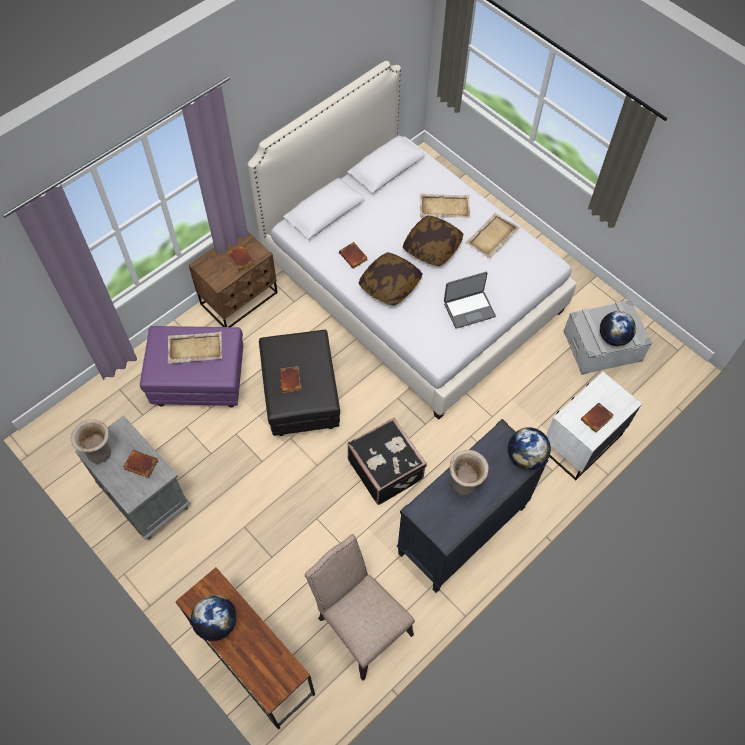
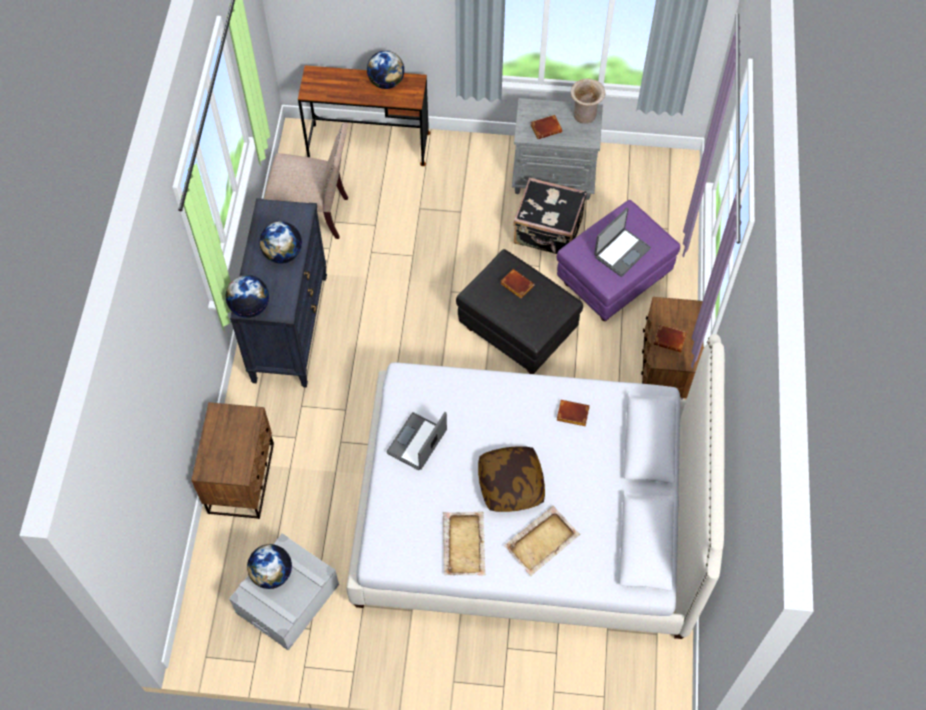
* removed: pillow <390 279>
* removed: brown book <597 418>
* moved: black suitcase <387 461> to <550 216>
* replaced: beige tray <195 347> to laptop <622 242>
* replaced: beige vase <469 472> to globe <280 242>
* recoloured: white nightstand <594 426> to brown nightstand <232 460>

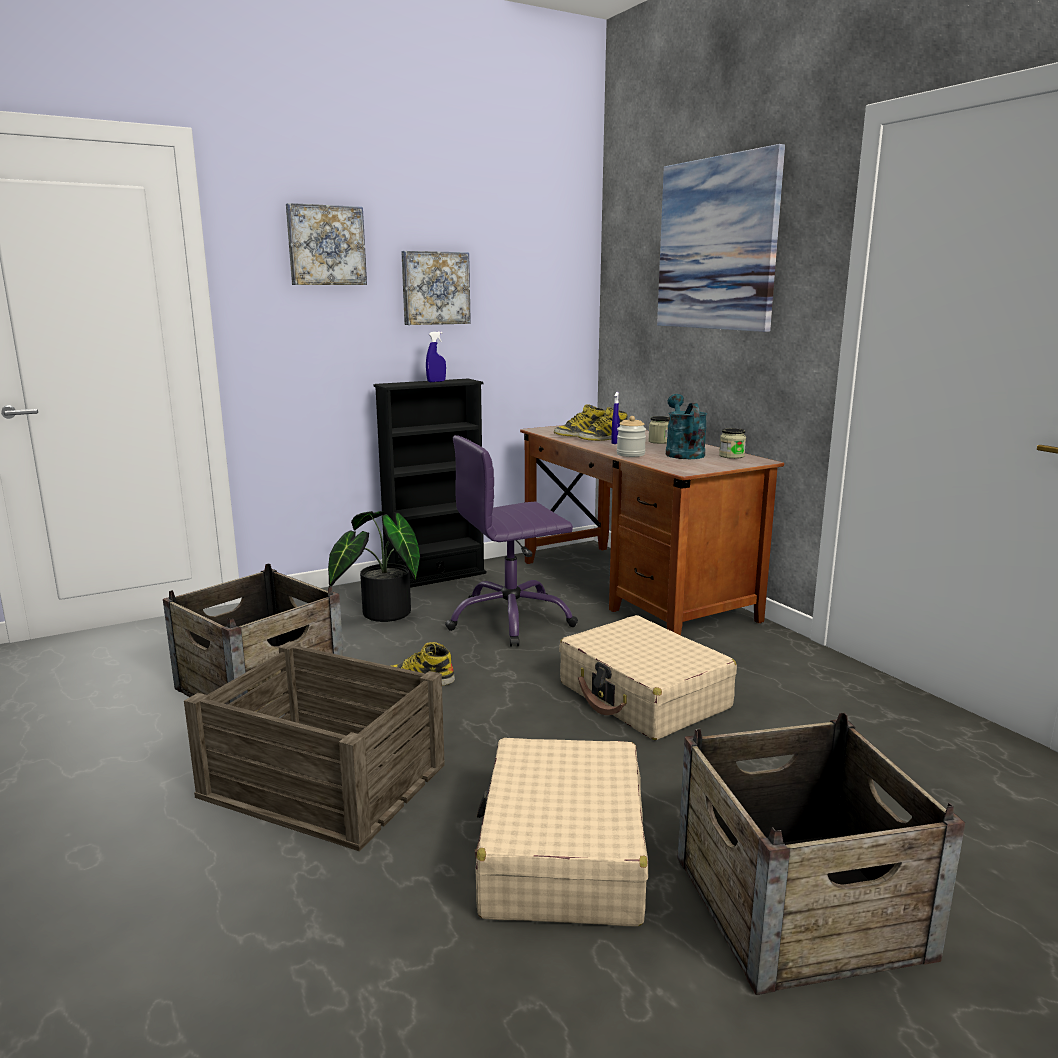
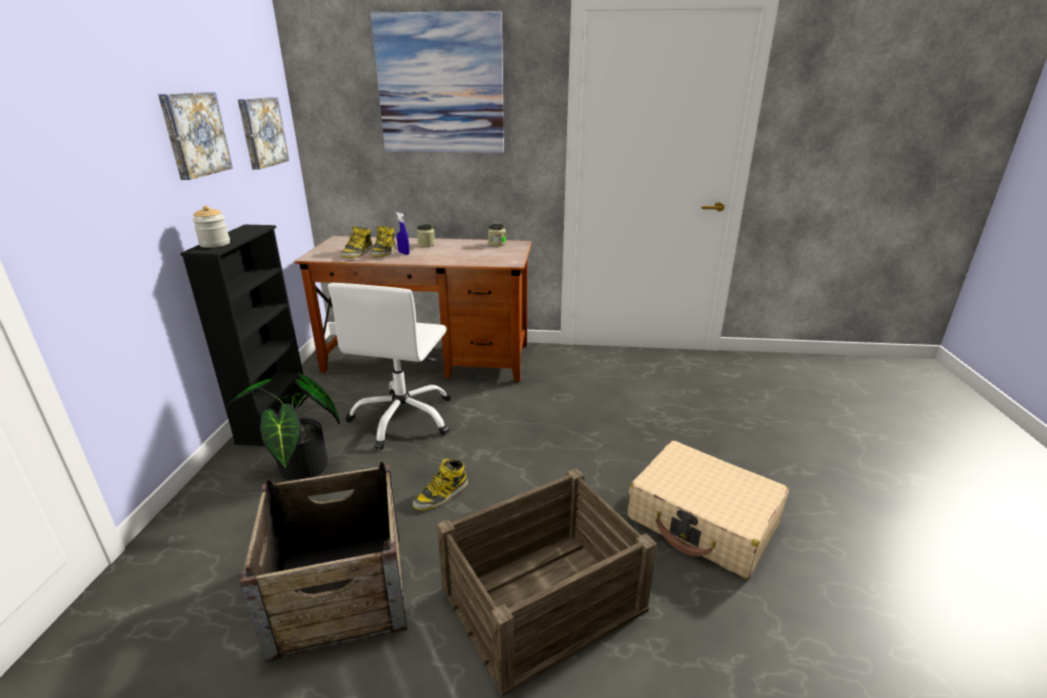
* removed: blue spray bottle <436 356>
* removed: beige suitcase <648 677>
* removed: turquoise watering can <686 426>
* removed: crate <821 854>
* moved: picture <326 244> to <263 133>
* moved: jar <631 436> to <211 226>
* recoloured: purple office chair <511 541> to white office chair <389 366>

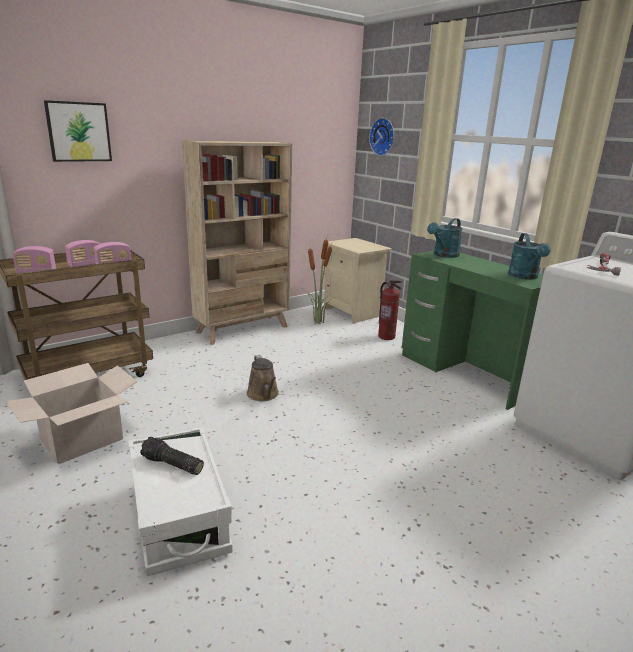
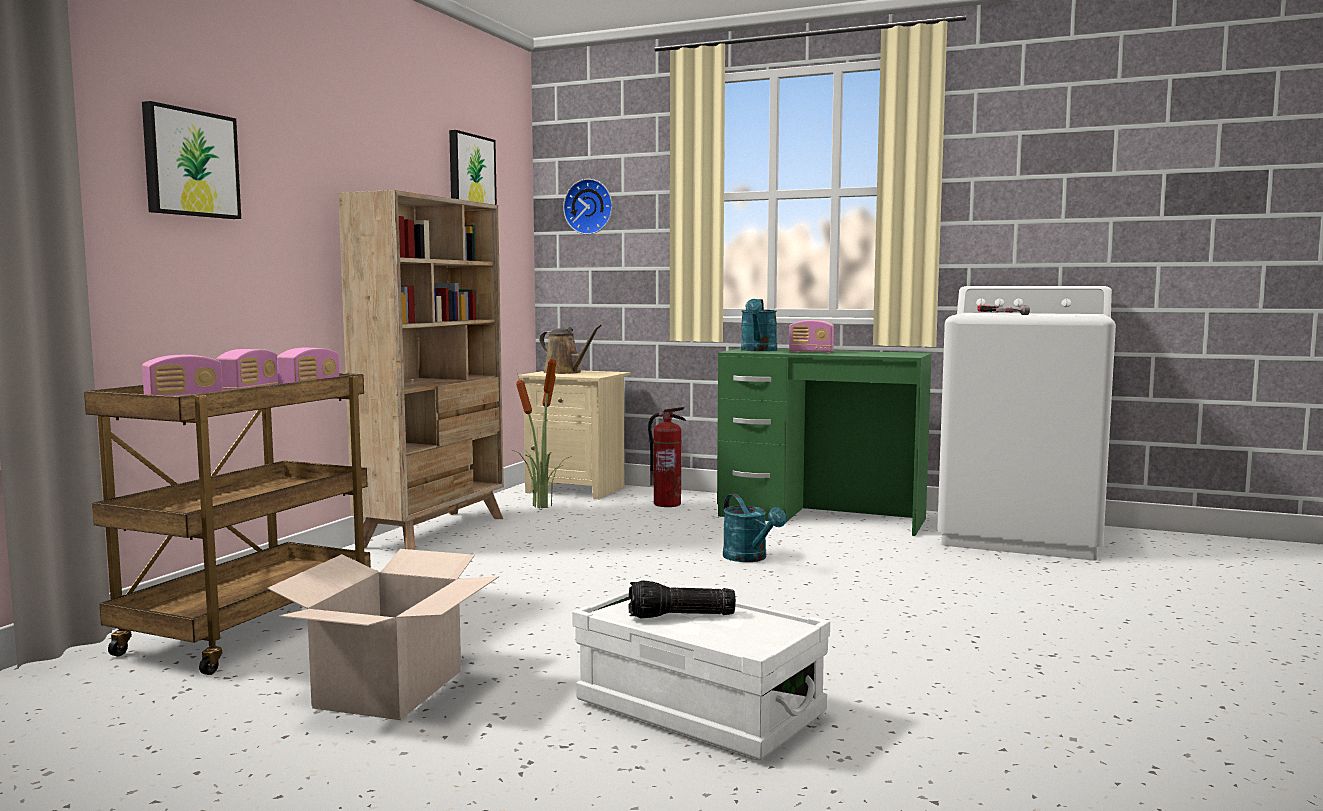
* added: picture <473 167>
* added: radio <811 336>
* moved: brown watering can <263 378> to <570 349>
* moved: turquoise watering can <529 256> to <754 528>

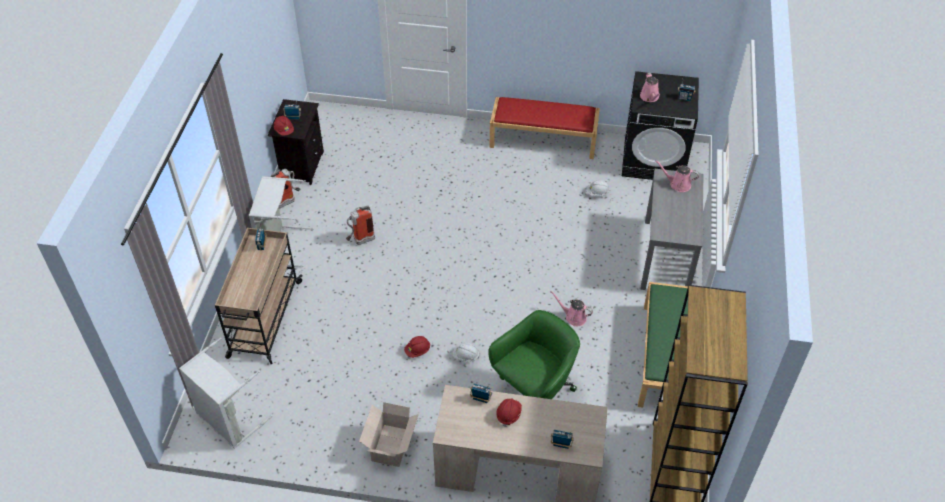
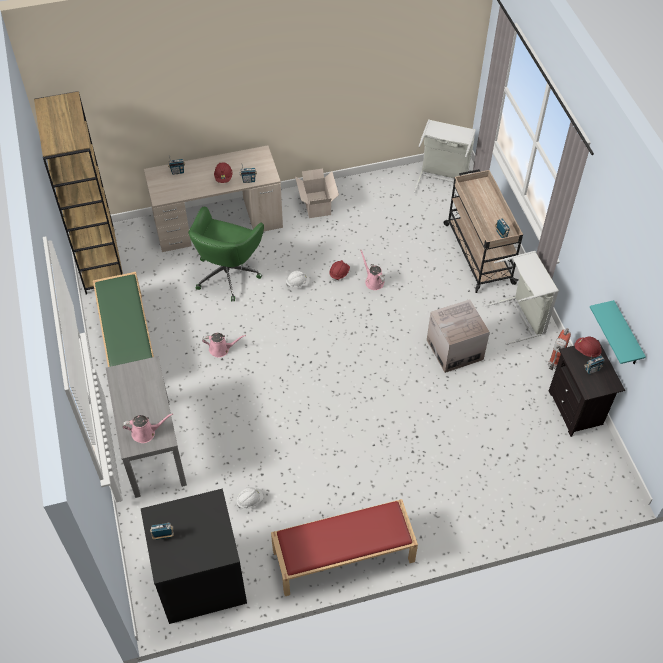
* added: turquoise shelf <618 332>
* moved: pink watering can <650 87> to <372 270>
* replaced: fire extinguisher <360 225> to cardboard box <458 336>

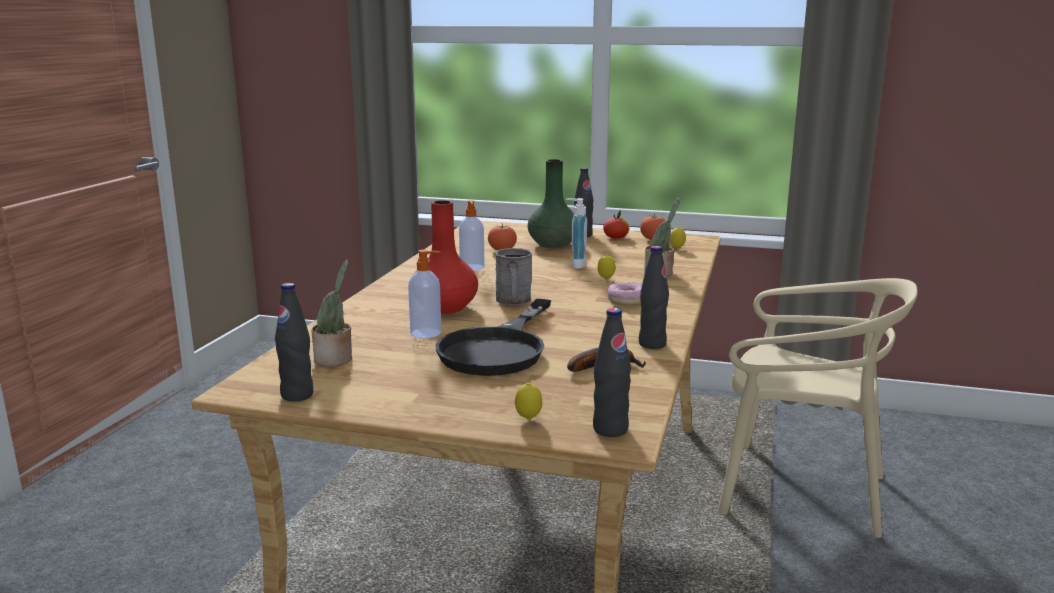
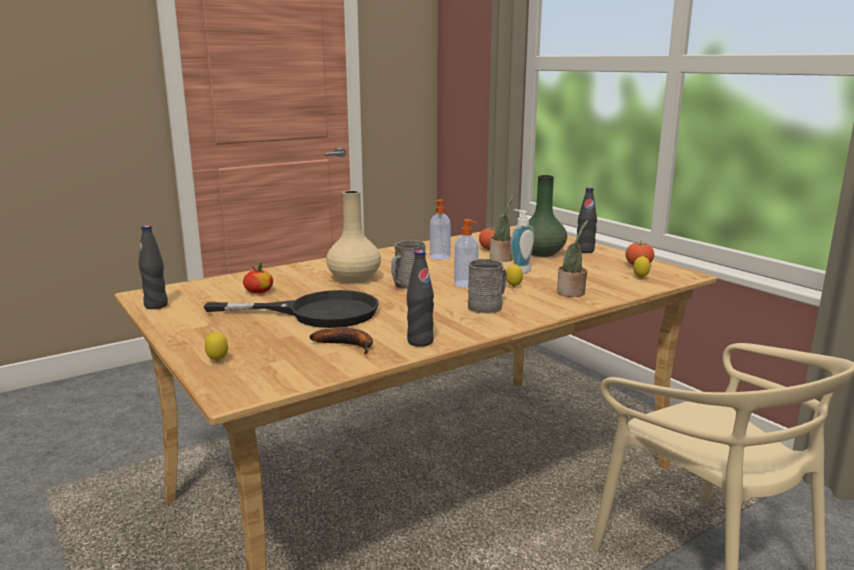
* removed: black bottle <612 372>
* moved: potted plant <331 312> to <502 228>
* moved: soap dispenser <424 294> to <466 253>
* moved: apple <616 225> to <258 278>
* replaced: donut <625 294> to grey mug <487 286>
* recoloured: red vase <446 257> to beige vase <353 237>
* turned: black frying pan <493 337> = <291 309> 150 degrees counterclockwise

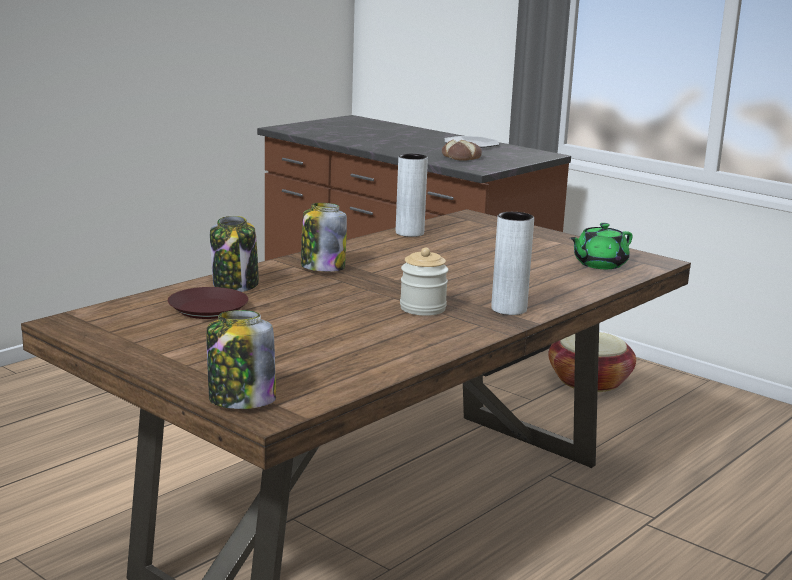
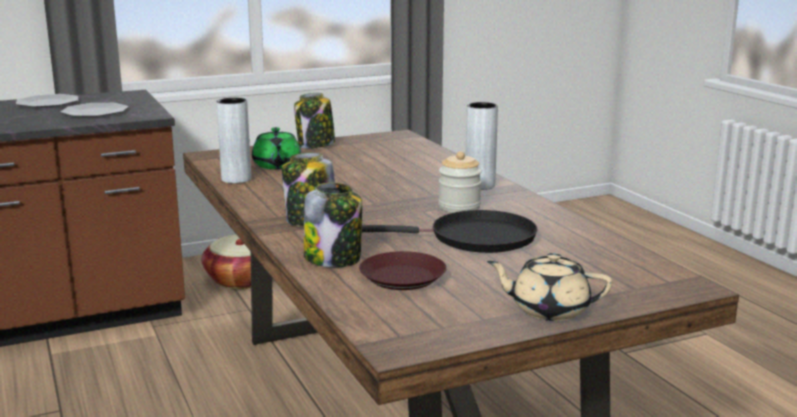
* added: black frying pan <450 231>
* added: beige teapot <549 287>
* moved: jar <241 359> to <314 121>
* moved: green teapot <601 246> to <276 148>
* replaced: bread <462 150> to plate <94 110>

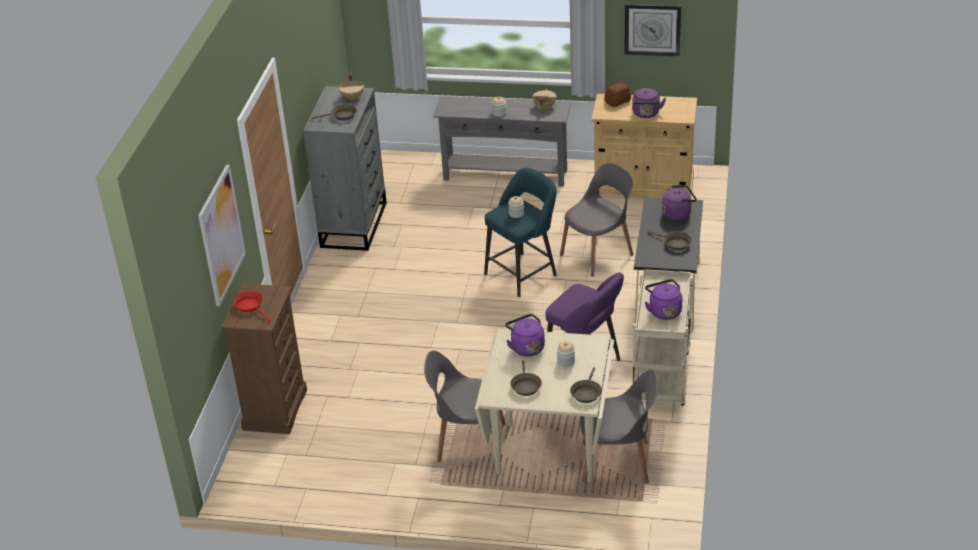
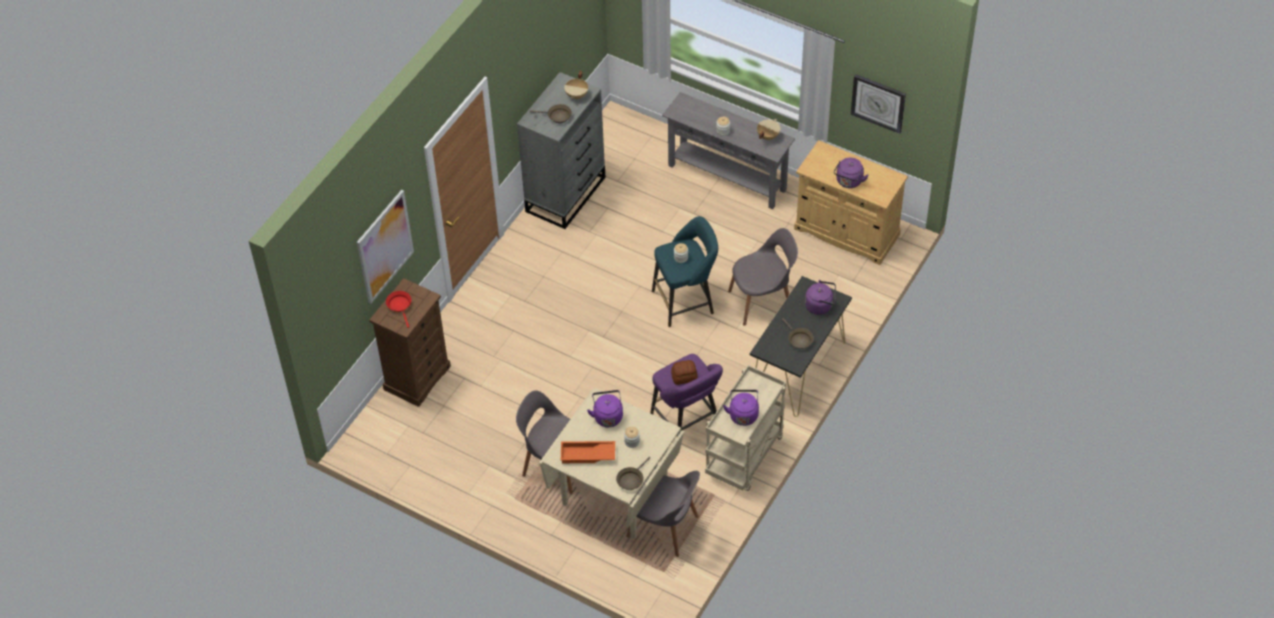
* moved: bread <617 94> to <684 372>
* replaced: brown frying pan <526 378> to orange tray <588 452>

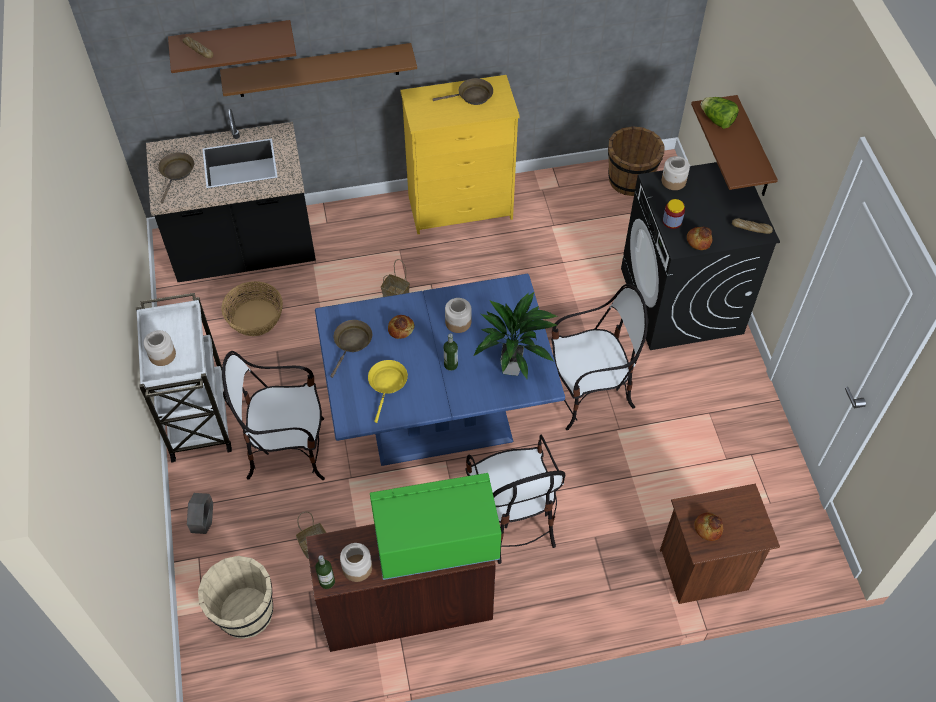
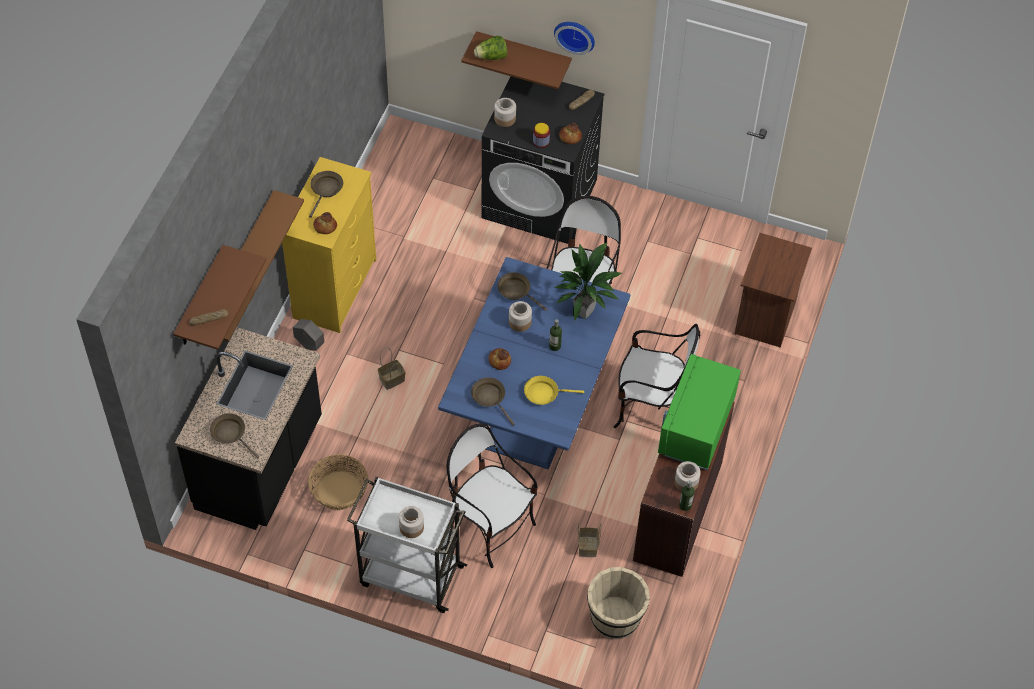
* removed: brown bucket <636 161>
* added: brown frying pan <522 291>
* added: wall clock <574 38>
* moved: grey planter <200 513> to <308 335>
* moved: bread <708 527> to <325 223>
* turned: chair <273 415> = <492 495> 105 degrees clockwise
* turned: yellow frying pan <388 391> = <554 390> 45 degrees counterclockwise

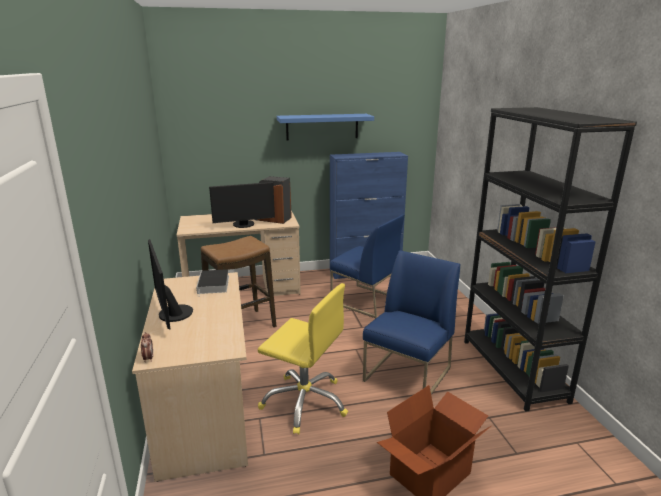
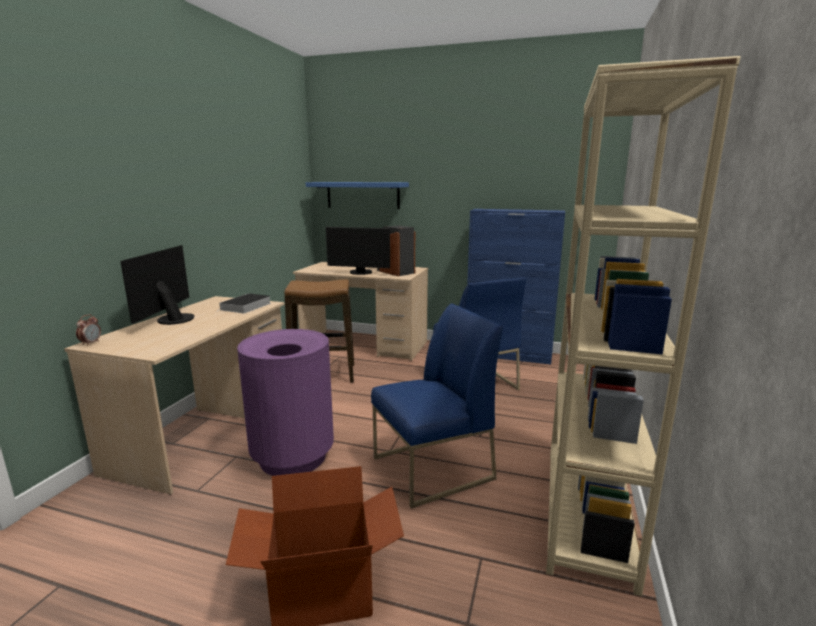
* moved: blue shelf <325 127> to <357 195>
* replaced: yellow office chair <303 358> to purple trash can <285 402>
* recoloured: black bookcase <550 259> to beige bookcase <643 326>

